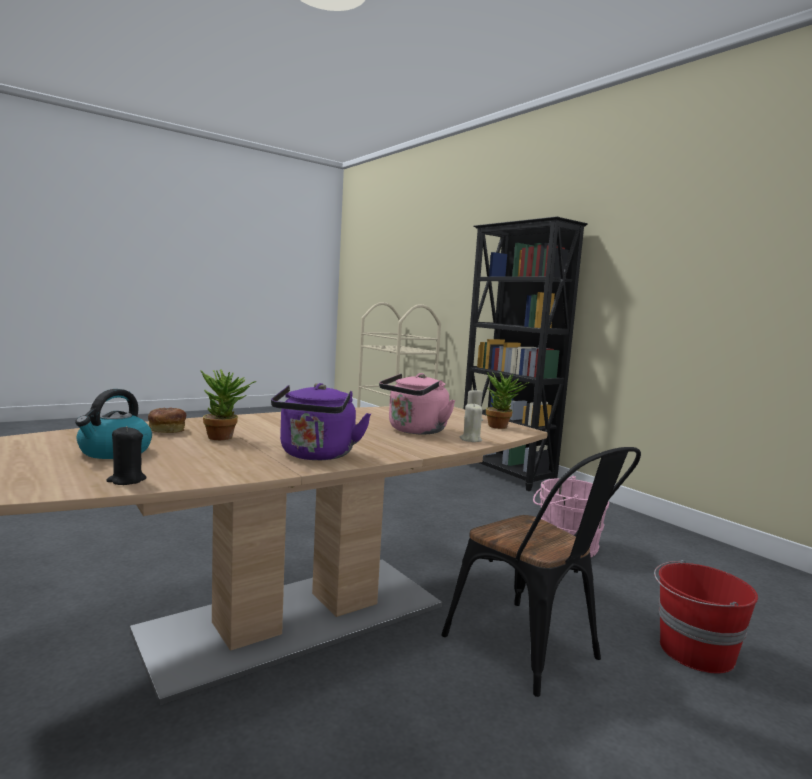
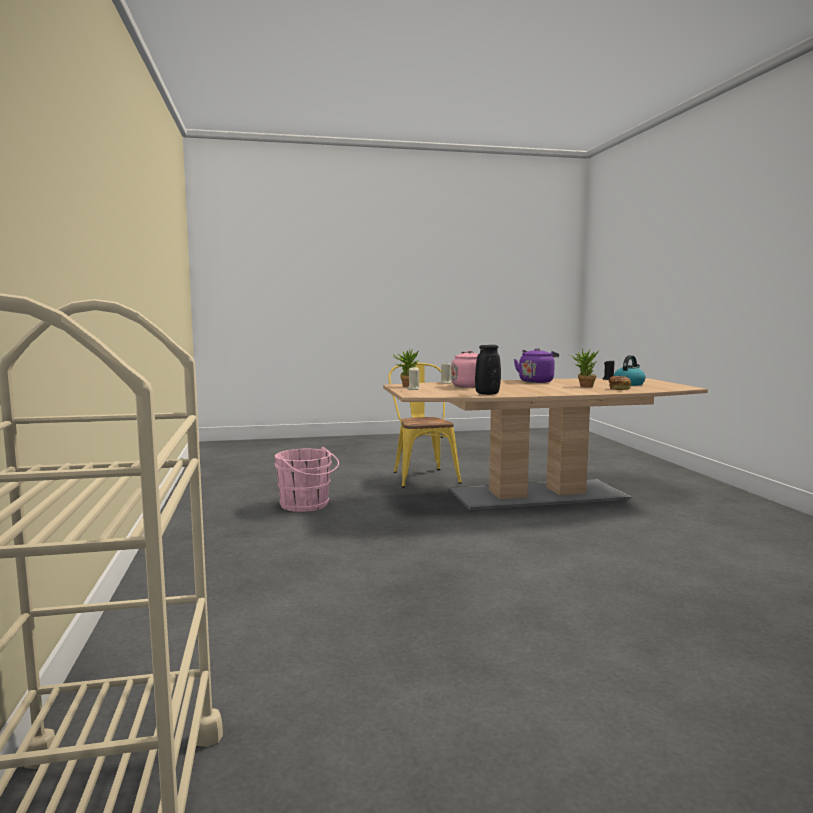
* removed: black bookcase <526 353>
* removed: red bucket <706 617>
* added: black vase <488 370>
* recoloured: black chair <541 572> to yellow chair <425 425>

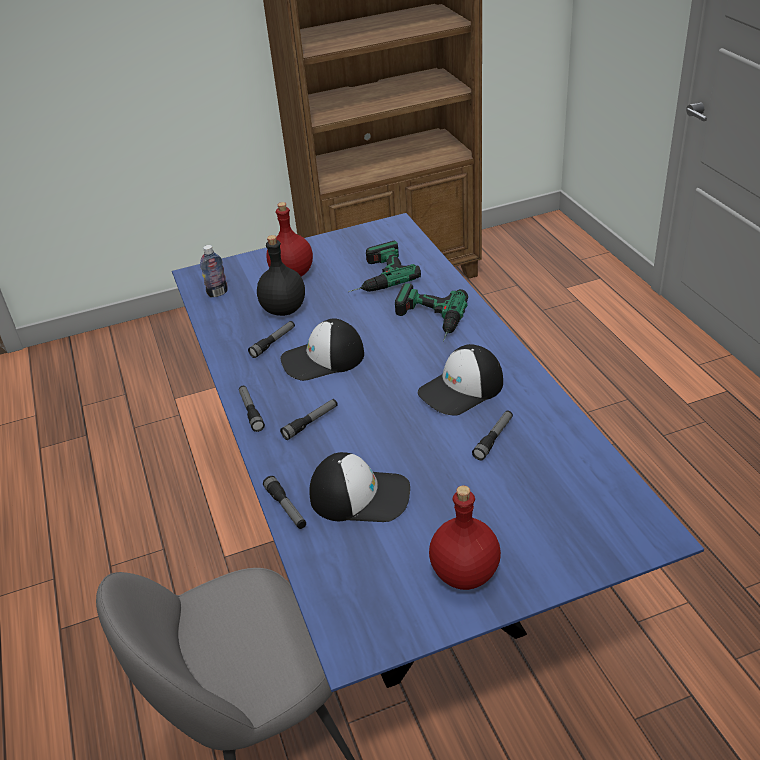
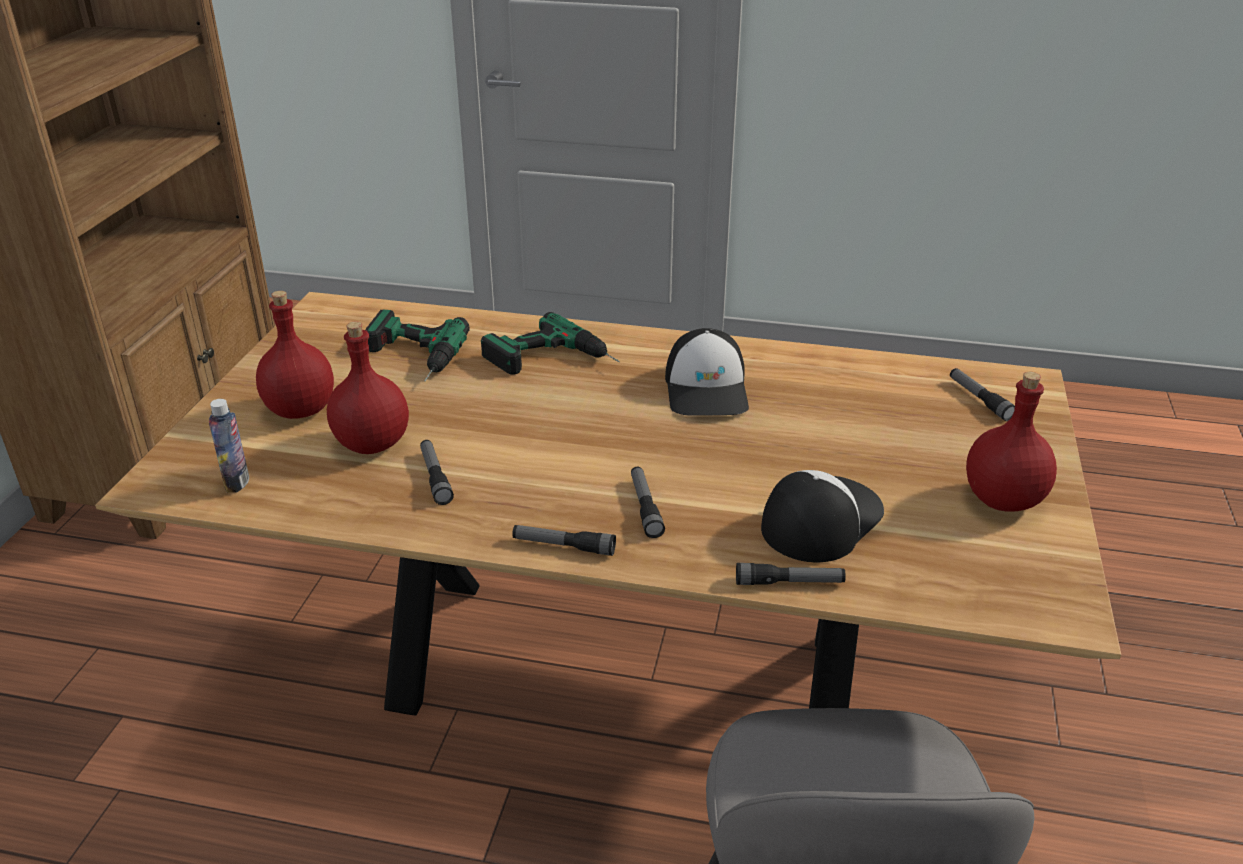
* removed: cap <322 349>
* moved: flashlight <492 435> to <982 394>
* recoloured: blue dining table <438 452> to brown dining table <608 503>
* recoloured: black bottle <281 275> to red bottle <368 387>

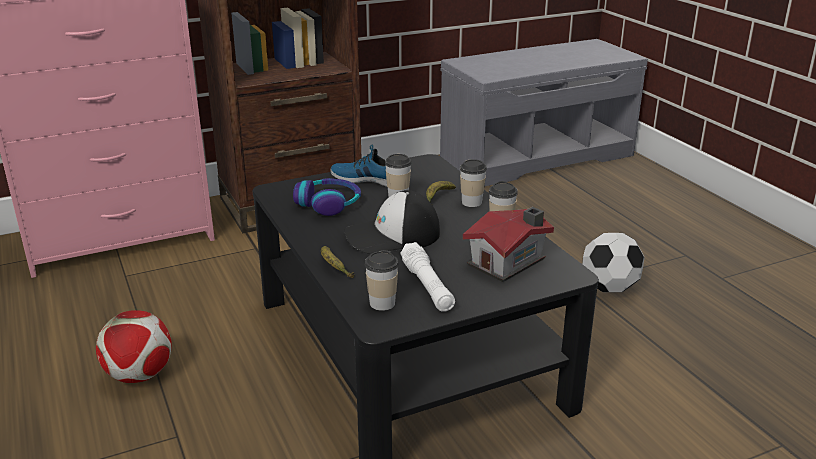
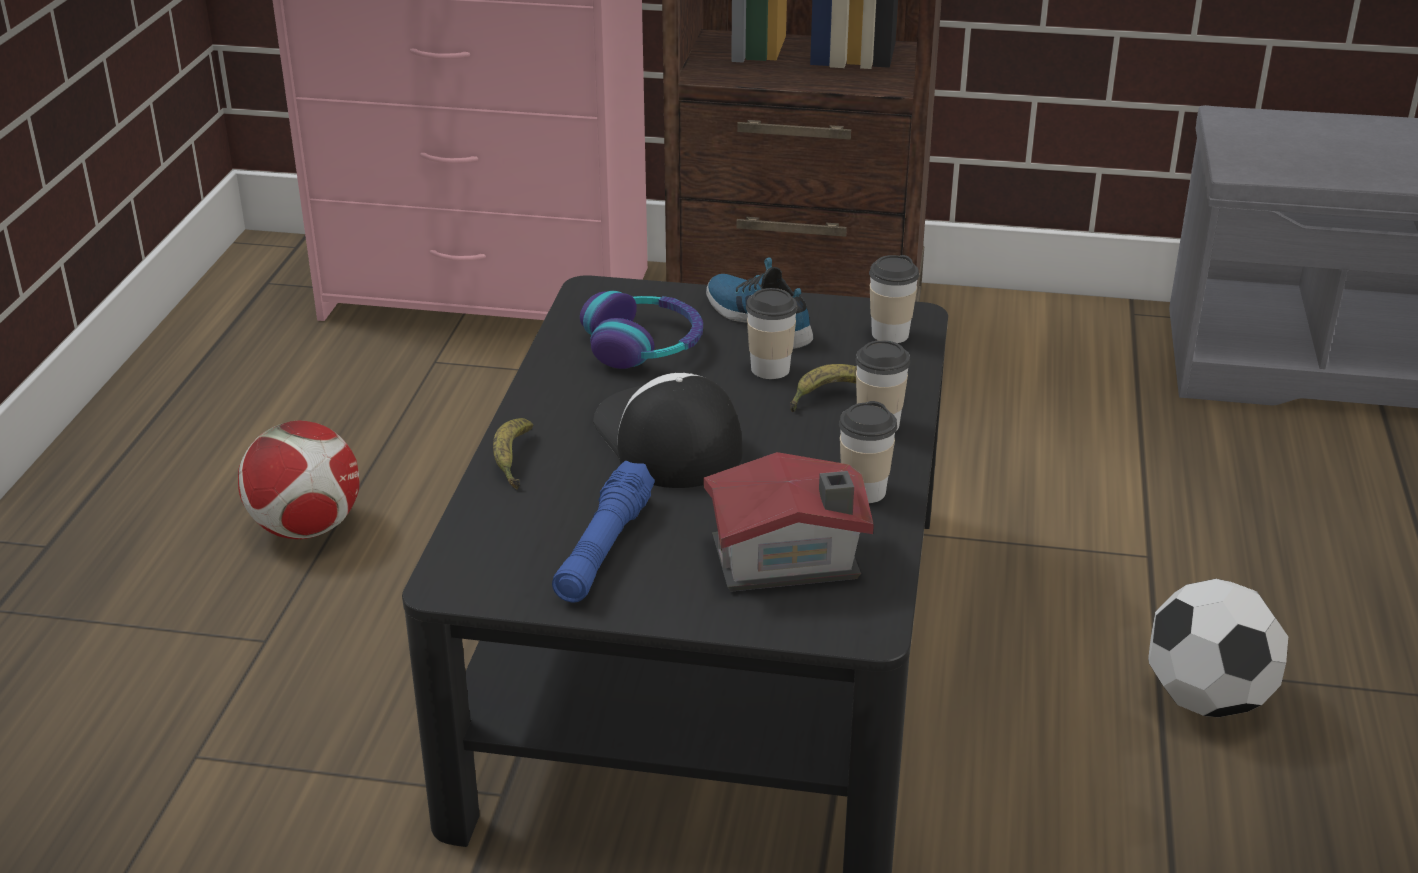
* moved: cup <382 280> to <894 299>
* recoloured: white flashlight <427 277> to blue flashlight <603 532>
* turned: cap <392 222> = <668 430> 45 degrees clockwise

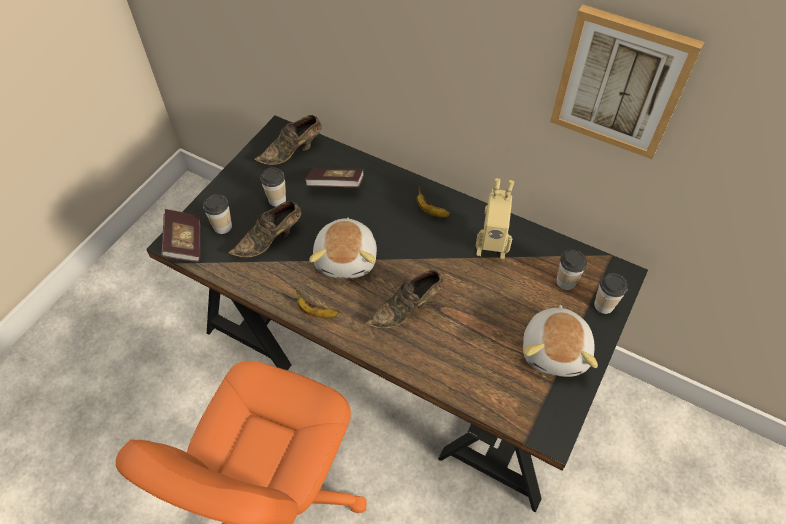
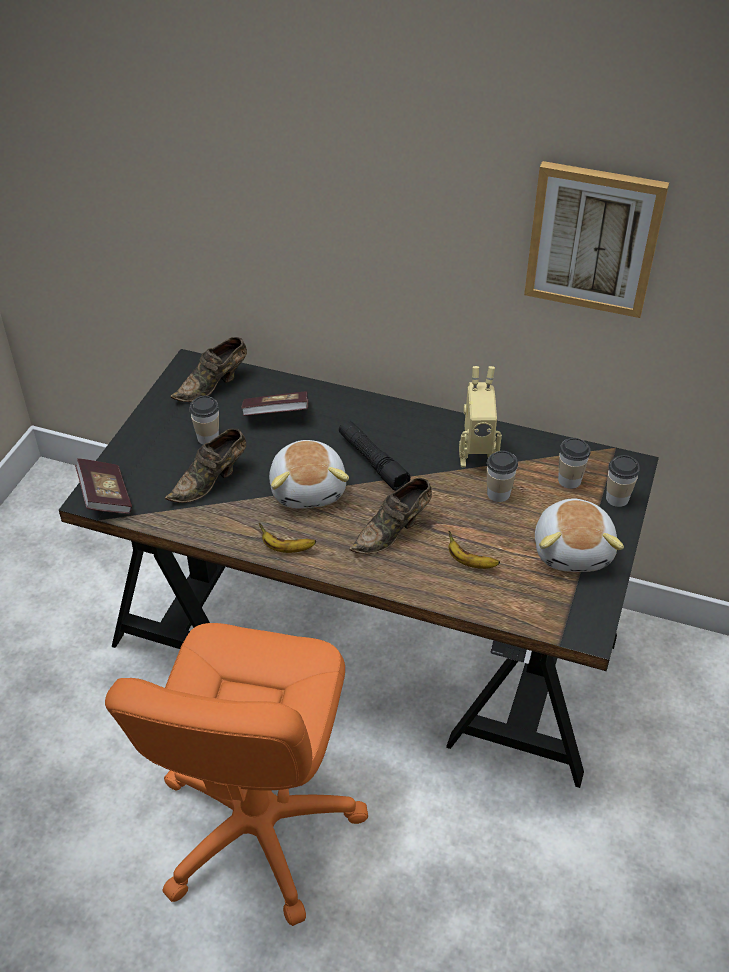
* added: black flashlight <375 456>
* moved: cup <217 214> to <502 476>
* moved: banana <434 202> to <474 550>

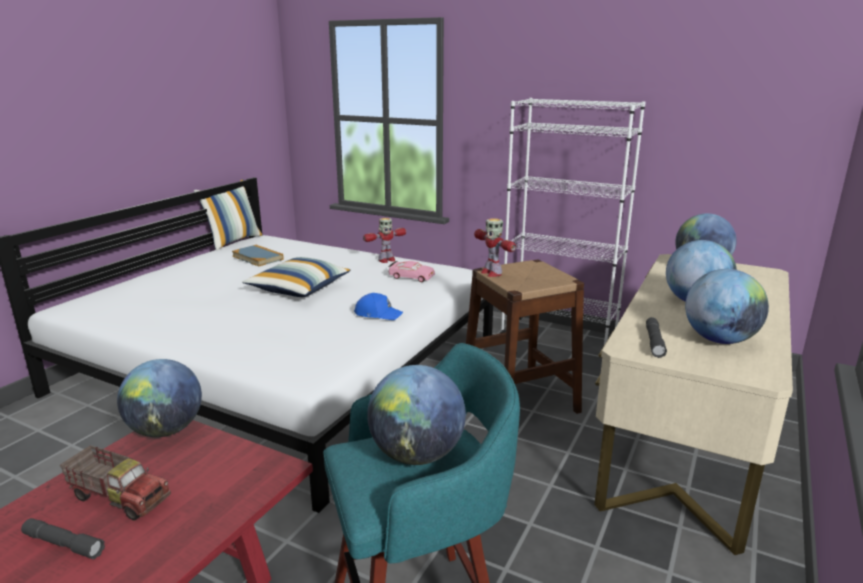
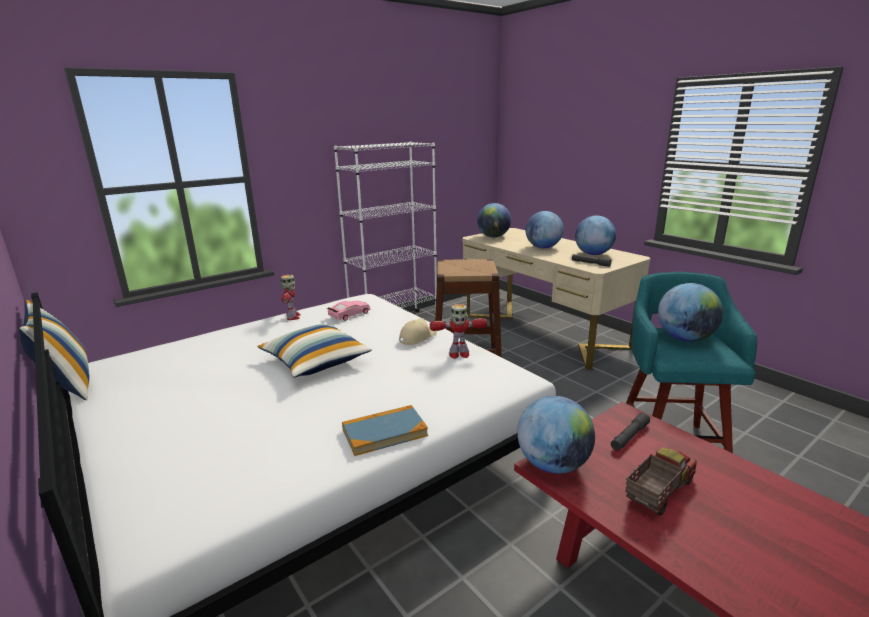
* moved: grey flashlight <63 538> to <630 432>
* moved: book <258 255> to <385 430>
* moved: toy robot <495 247> to <458 331>
* recoloured: blue cap <378 306> to beige cap <418 331>

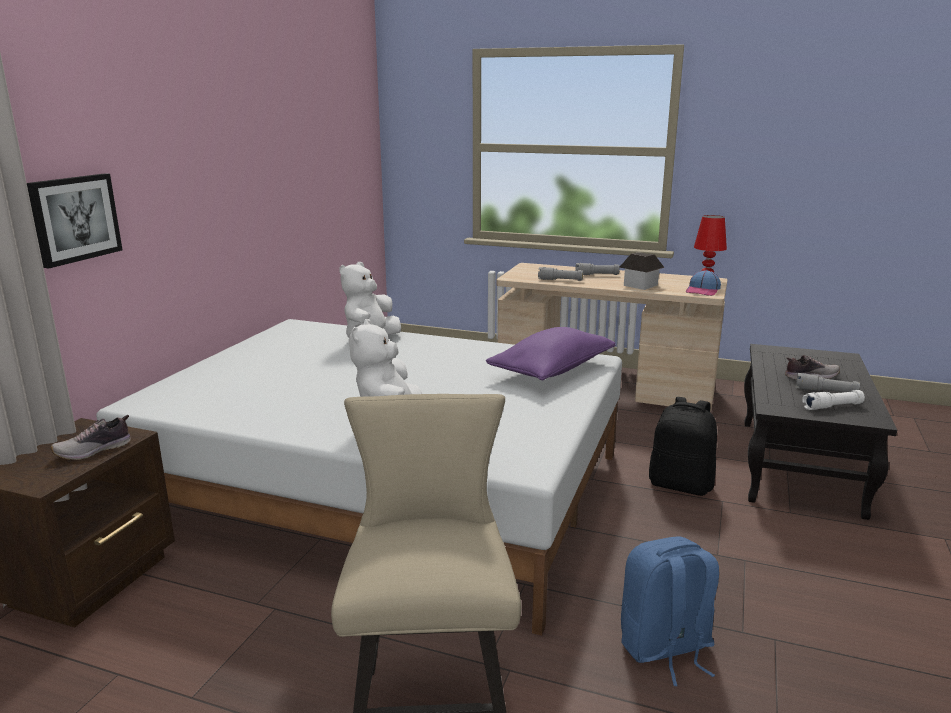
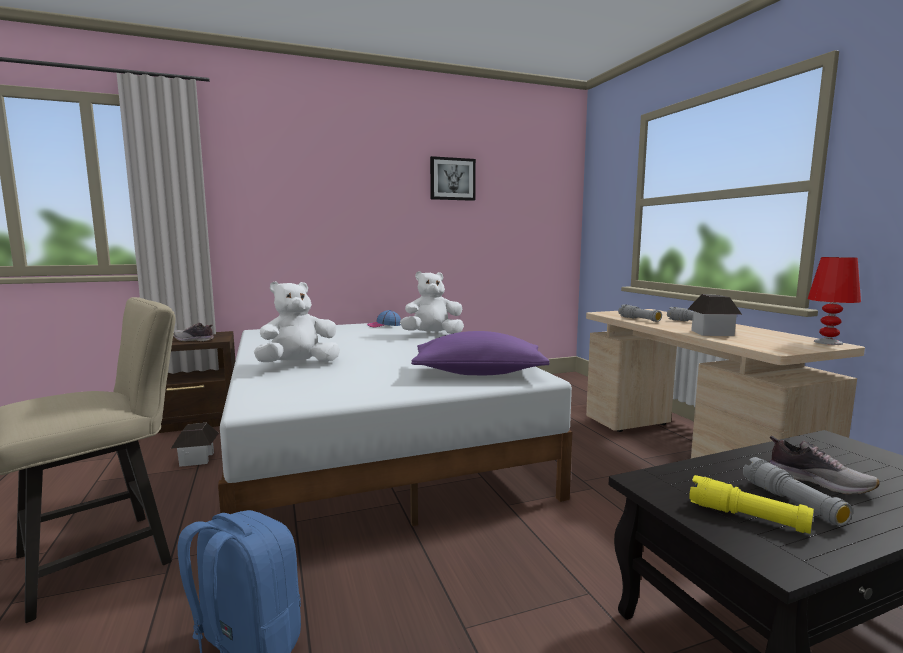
* removed: black backpack <683 446>
* added: toy house <195 445>
* moved: picture <74 220> to <453 178>
* moved: cap <703 283> to <384 319>
* recoloured: white flashlight <833 400> to yellow flashlight <751 504>

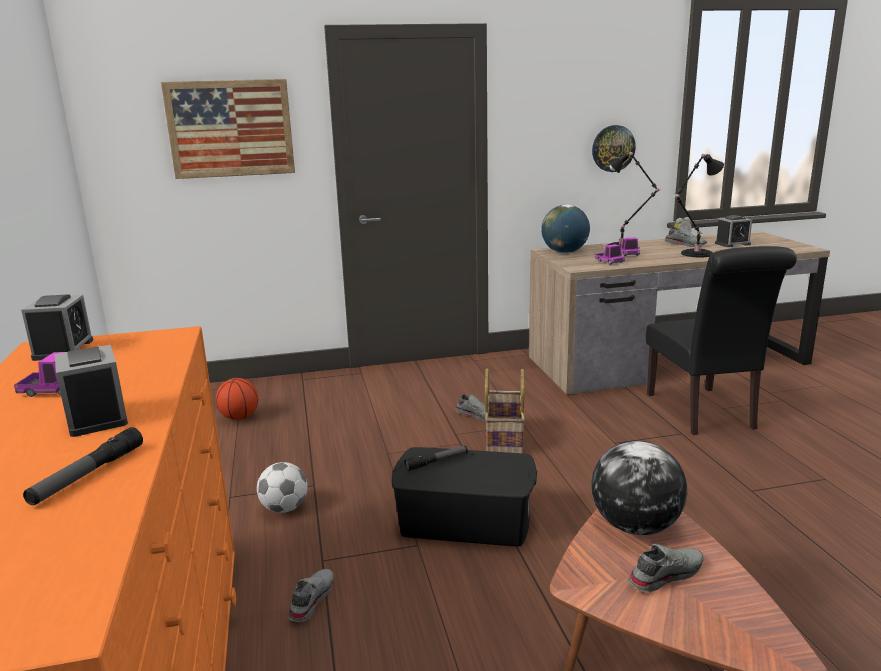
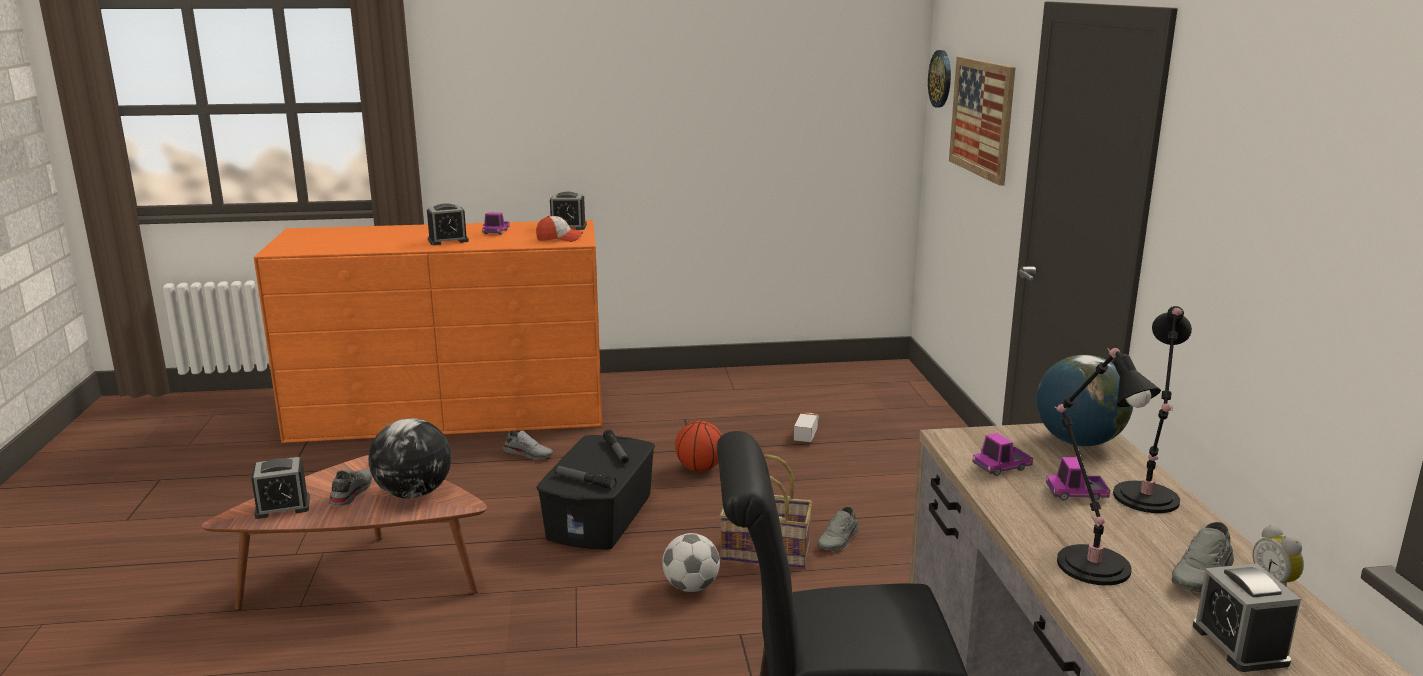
* added: alarm clock <280 488>
* added: cap <559 229>
* added: toy truck <806 427>
* moved: flashlight <83 466> to <585 478>
* moved: basketball <237 399> to <698 446>
* moved: football <282 487> to <691 562>
* moved: wall clock <614 148> to <939 79>
* turned: grey shoe <666 568> = <350 487> 150 degrees counterclockwise

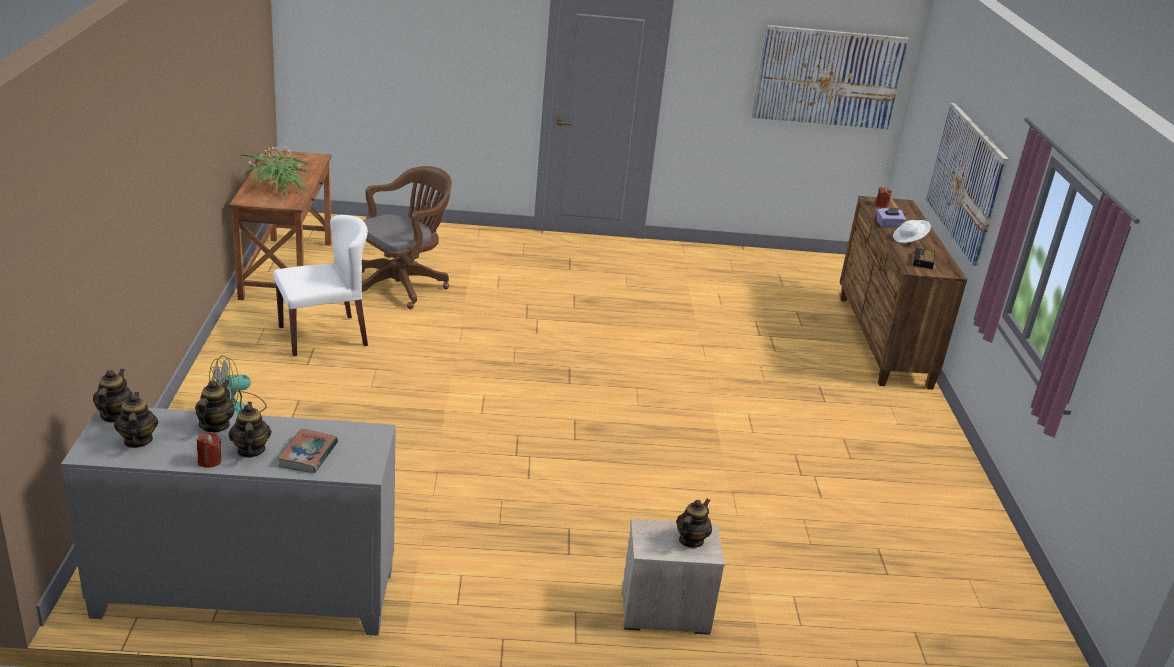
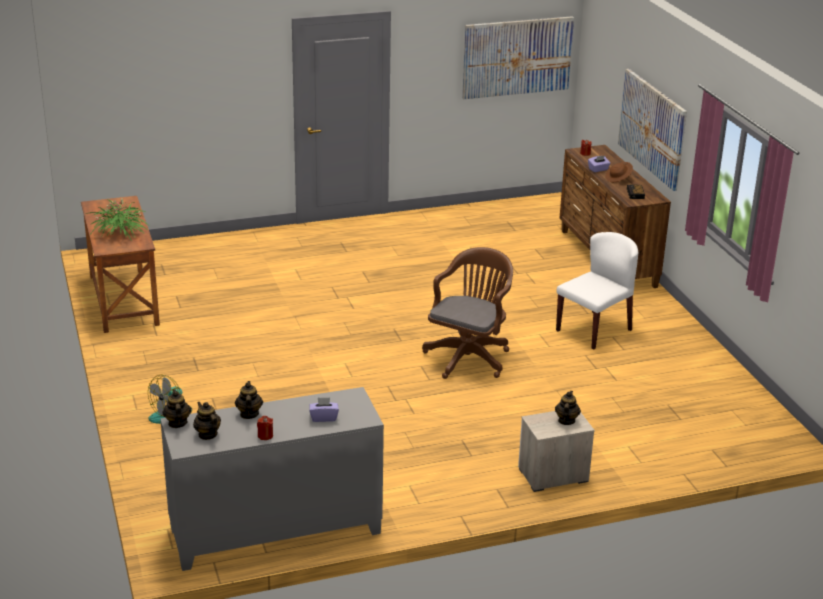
* removed: teapot <250 430>
* moved: white chair <320 285> to <597 291>
* moved: brown office chair <407 237> to <467 313>
* replaced: book <307 451> to purple tissue box <324 409>
* recoloured: white hat <912 231> to brown hat <619 172>

